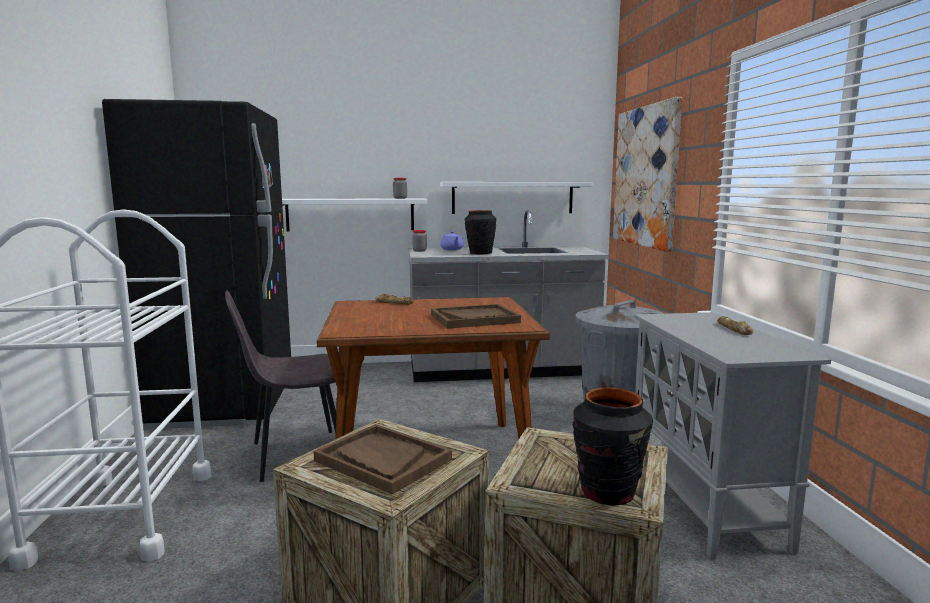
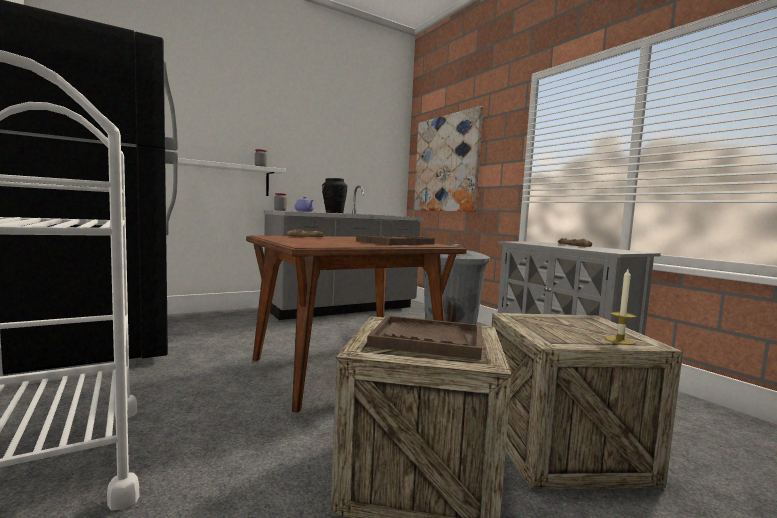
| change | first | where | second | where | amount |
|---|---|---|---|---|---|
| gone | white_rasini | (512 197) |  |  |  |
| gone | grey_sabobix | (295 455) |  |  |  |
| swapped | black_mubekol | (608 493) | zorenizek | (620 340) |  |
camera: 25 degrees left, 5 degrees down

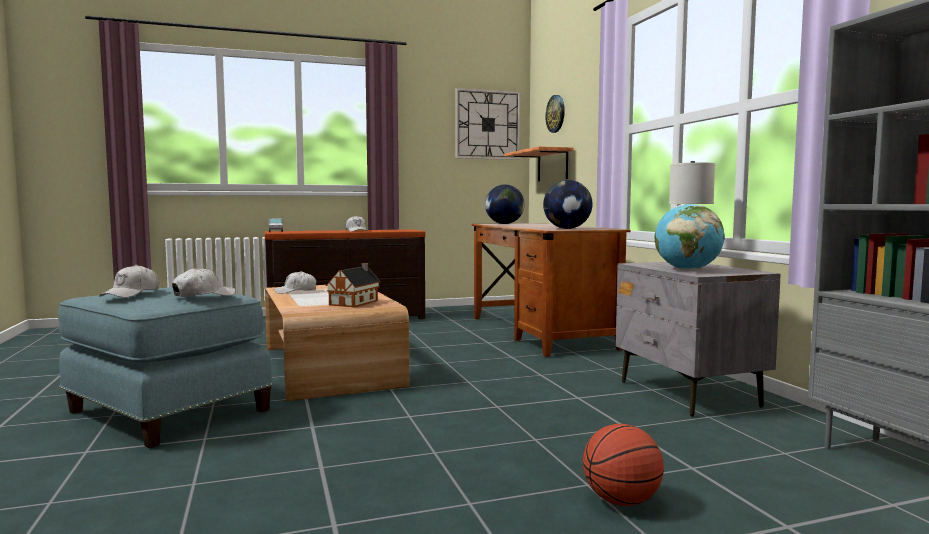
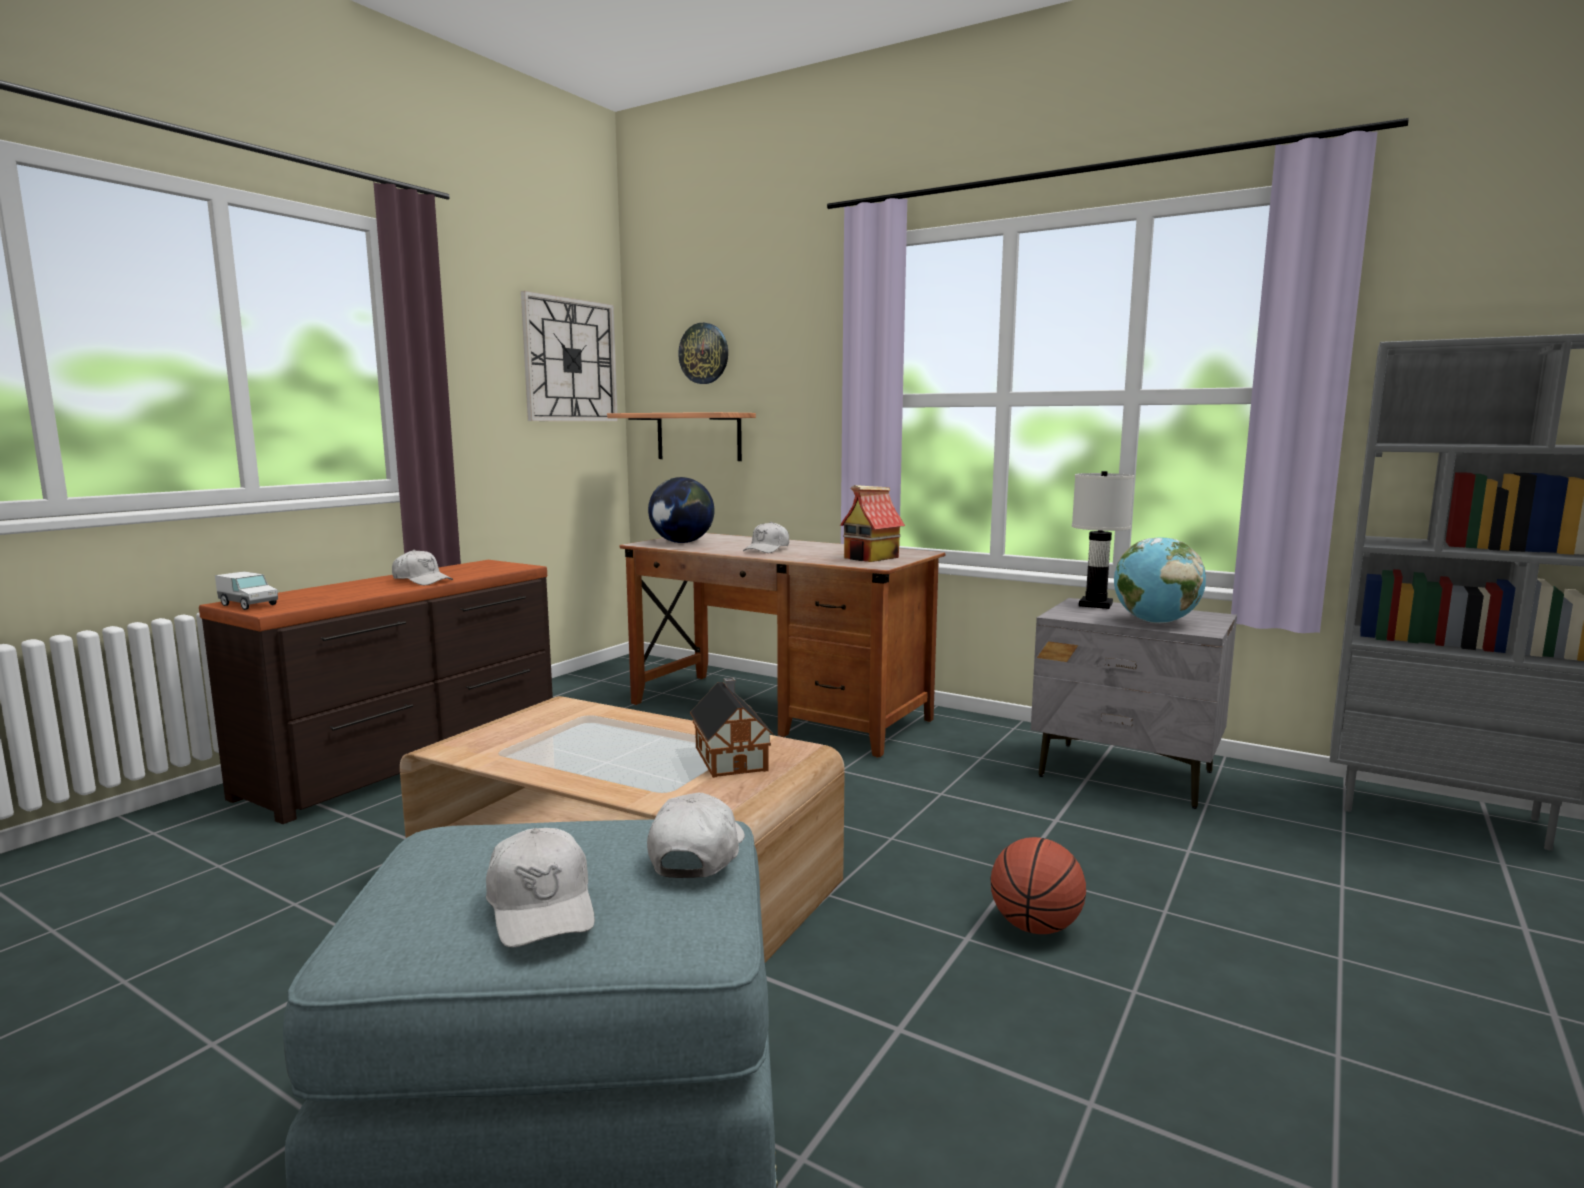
| change | first | where | second | where | amount |
|---|---|---|---|---|---|
| swapped | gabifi | (567 228) | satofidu | (871 558) |  |
| shifted | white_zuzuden | (296 291) |  | (767 549) |  |
| shifted | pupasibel | (621 501) |  | (1035 927) |  |
camera: 40 degrees left, 5 degrees up

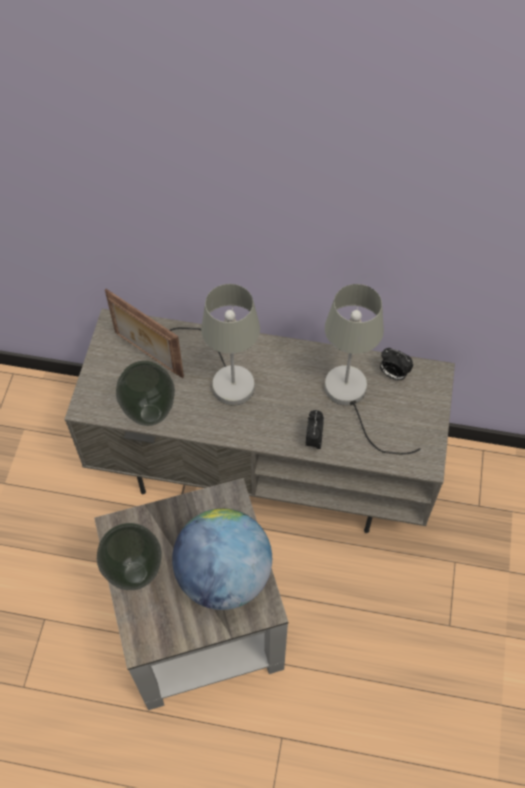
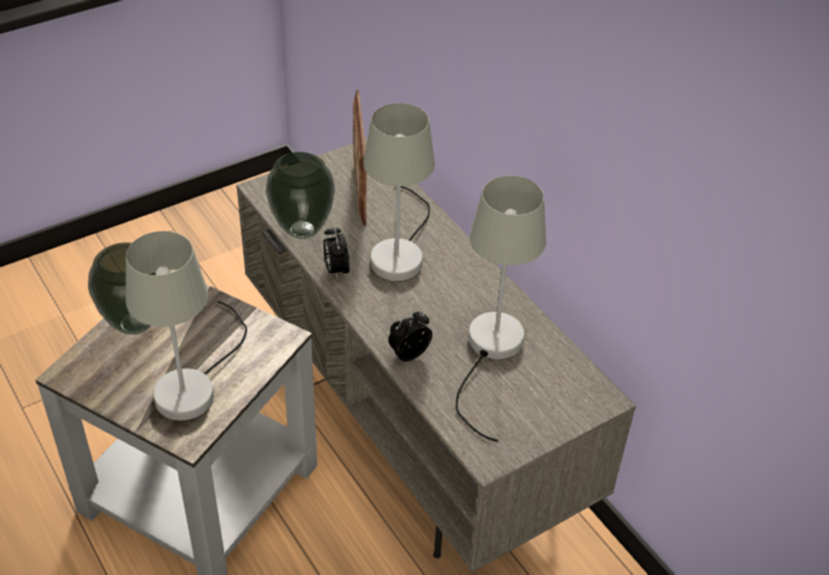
| change | first | where | second | where | amount |
|---|---|---|---|---|---|
| shifted | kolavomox | (393 374) |  | (336 270) |  |
| swapped | gabifi | (224 575) | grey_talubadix | (194 384) |  |
camera: 45 degrees right, 15 degrees down

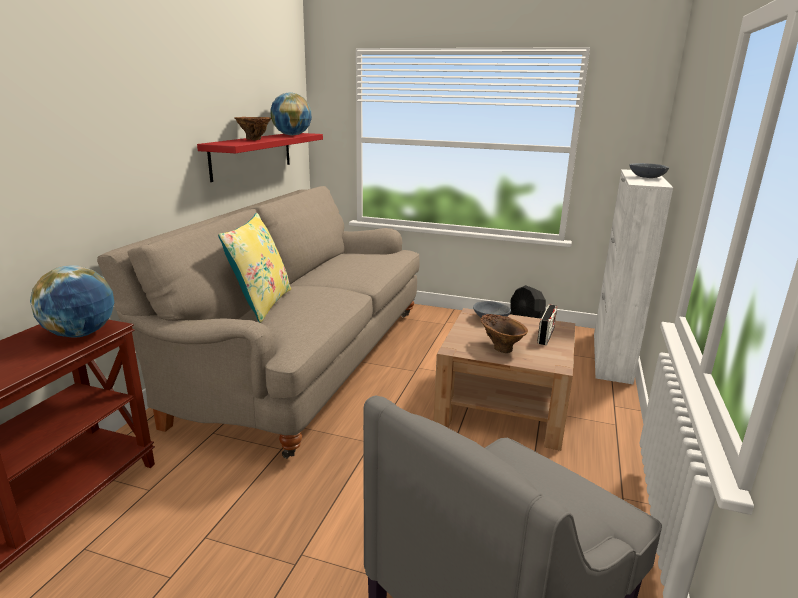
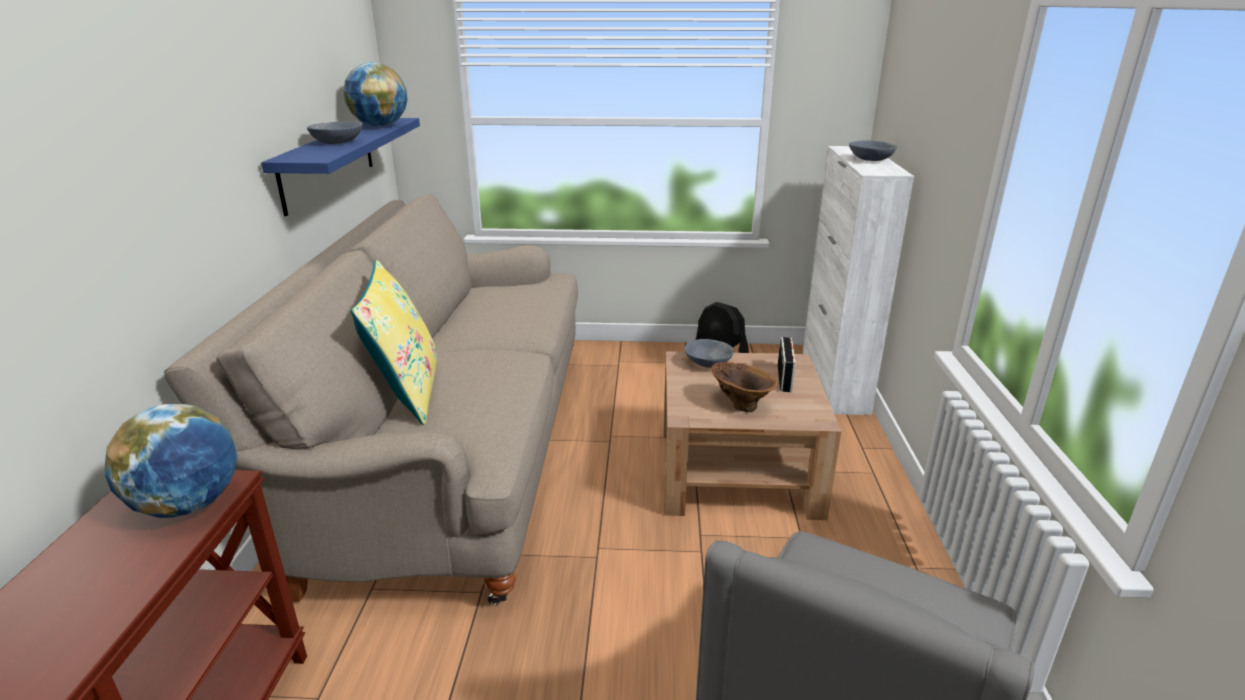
| change | first | where | second | where | amount |
|---|---|---|---|---|---|
| swapped | brown_mubekol | (254 139) | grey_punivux | (337 143) |  |
| repainted | red_rasini | (252 155) | blue_rasini | (328 162) |  |
camera: 15 degrees left, 5 degrees up

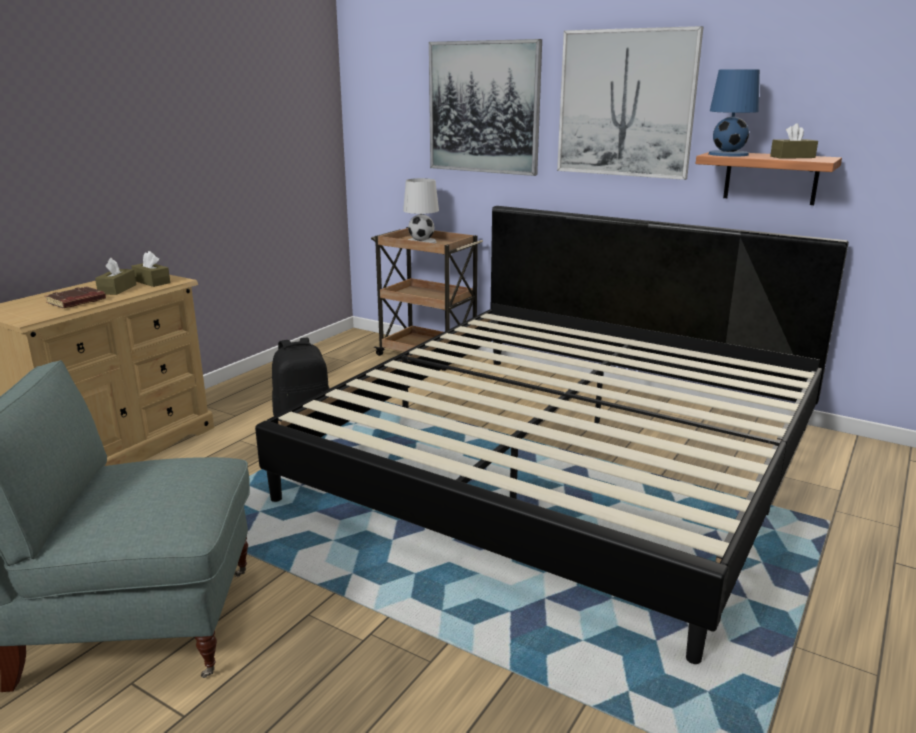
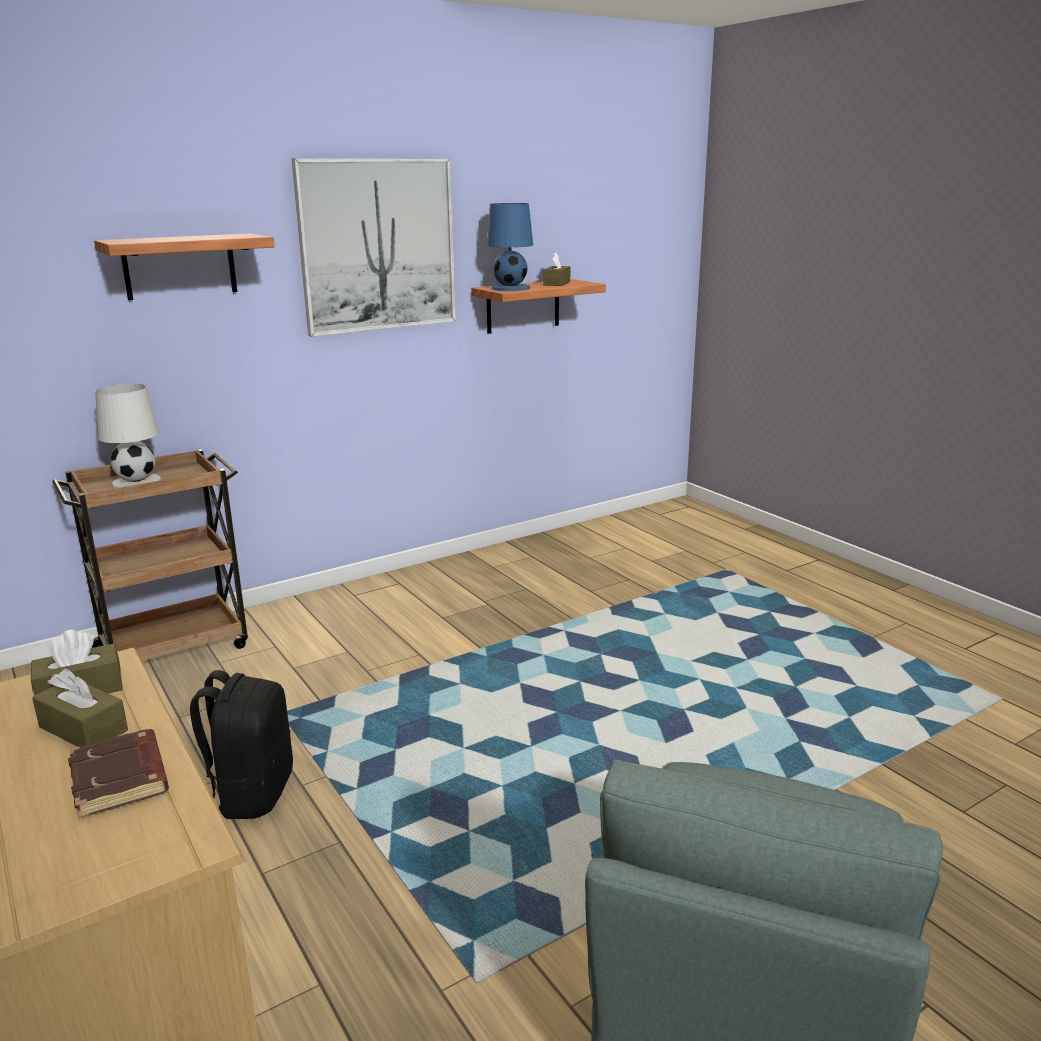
| change | first | where | second | where | amount |
|---|---|---|---|---|---|
| swapped | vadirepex | (484 107) | rasini | (179 266) |  |
| gone | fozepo | (563 461) |  |  |  |
camera: 65 degrees left, 0 degrees up

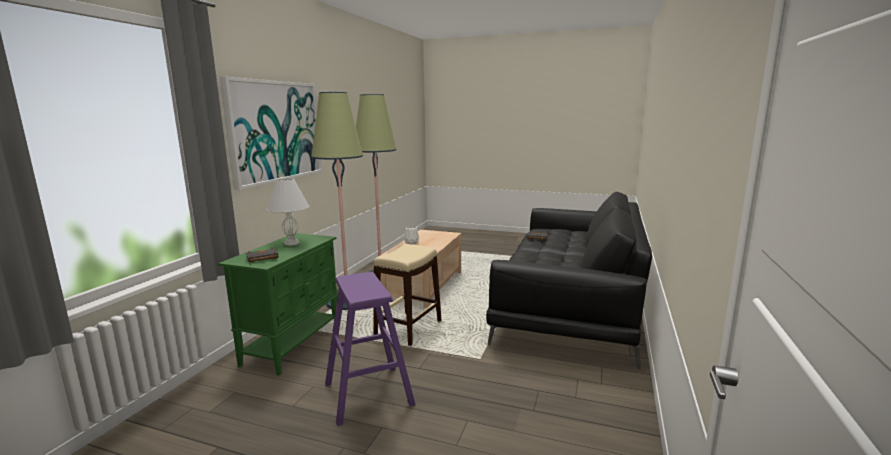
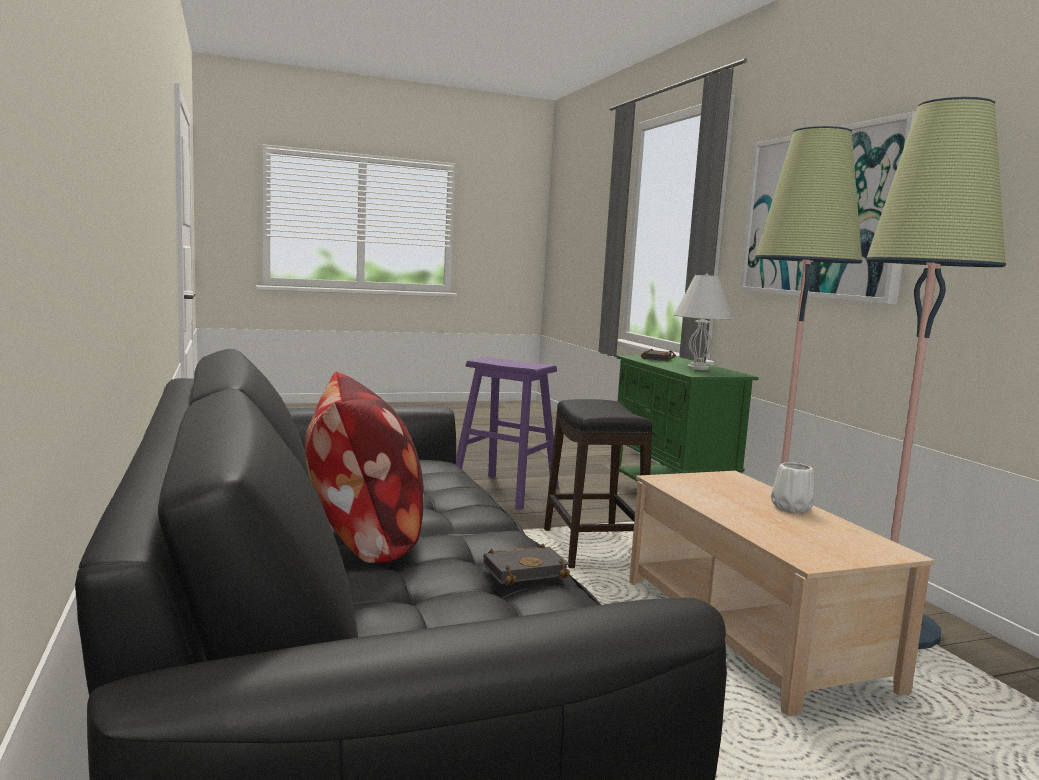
| change | first | where | second | where | amount |
|---|---|---|---|---|---|
| repainted | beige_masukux | (408 328) | black_masukux | (593 547) |  |
| new |  |  | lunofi | (363 537) |  |
camera: 140 degrees right, 5 degrees down

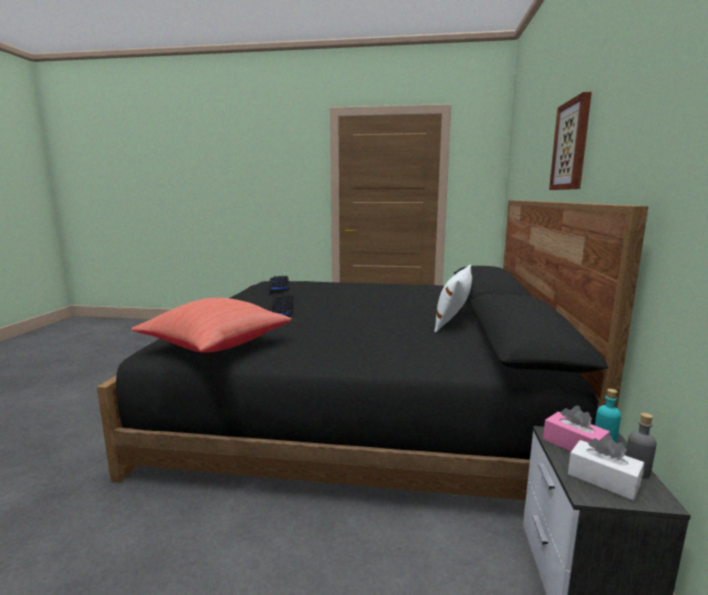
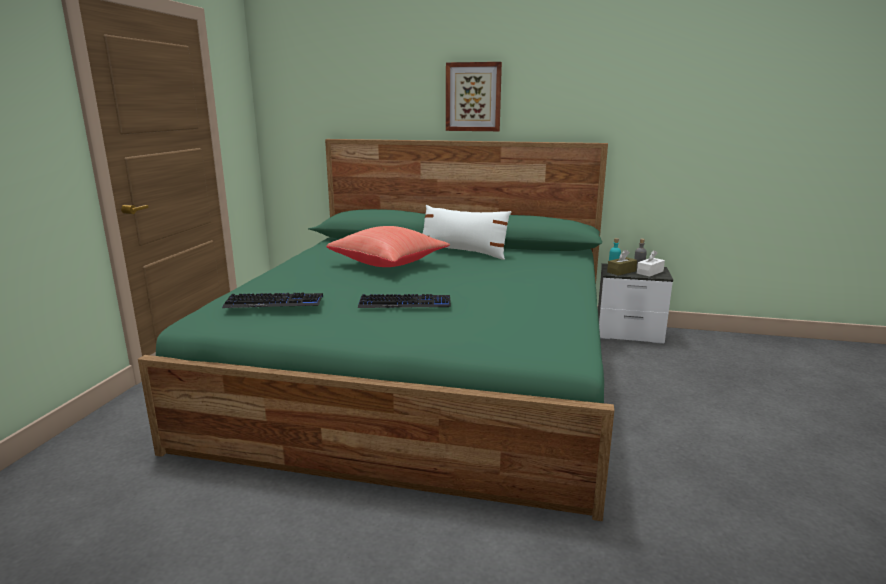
| change | first | where | second | where | amount |
|---|---|---|---|---|---|
| repainted | black_fozepo | (363 400) | green_fozepo | (424 373) |  |
| shifted | red_lunofi | (218 346) |  | (389 264) |  |
| repainted | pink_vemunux | (574 445) | brown_vemunux | (621 271) |  |
camera: 85 degrees left, 5 degrees up

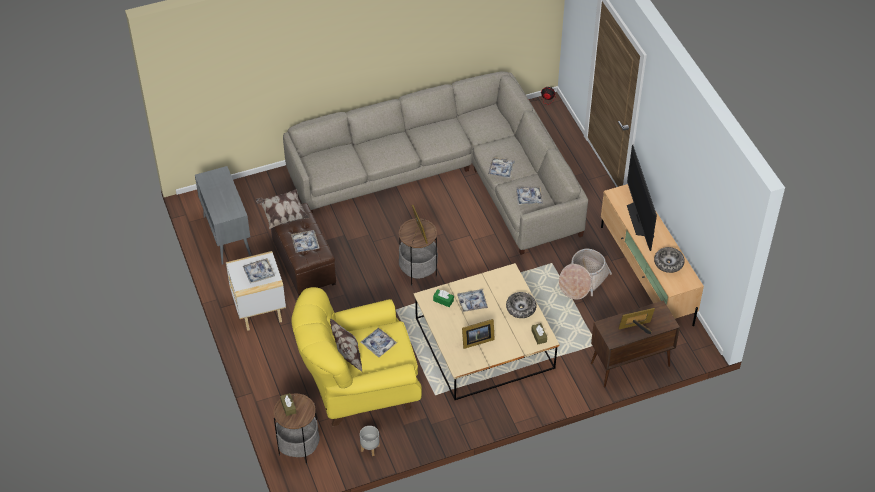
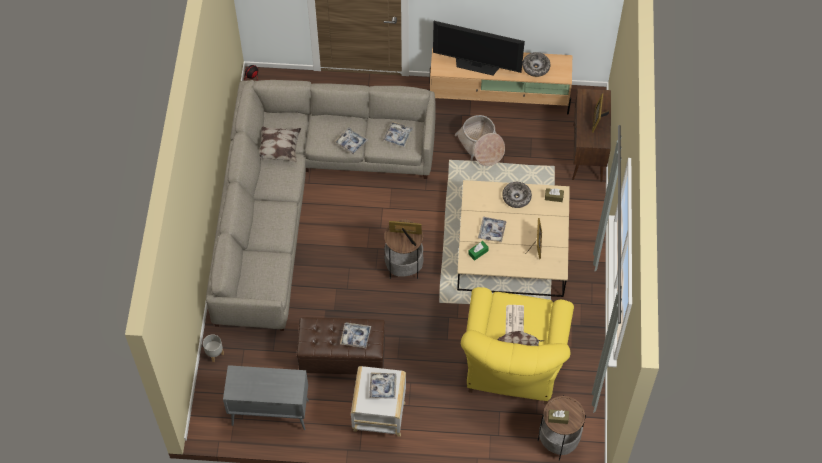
| change | first | where | second | where | amount |
|---|---|---|---|---|---|
| shifted | lunofi | (283 215) |  | (278 150) |  |
| swapped | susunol | (378 344) | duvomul | (514 320) |  |
| shifted | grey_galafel | (370 448) |  | (214 353) |  |
camera: 65 degrees left, 10 degrees up

